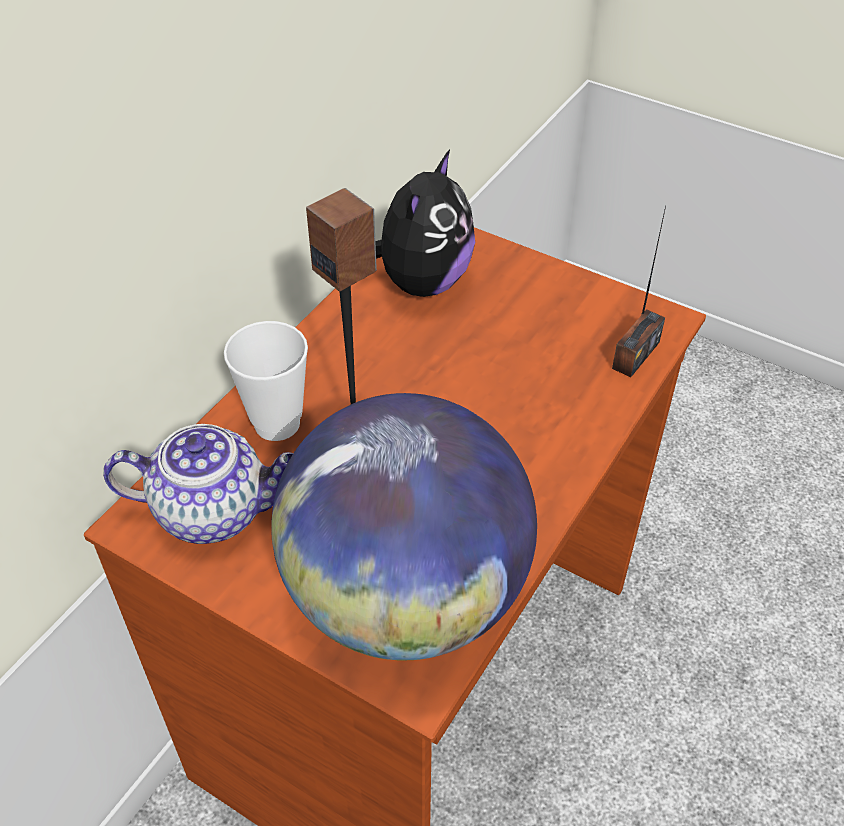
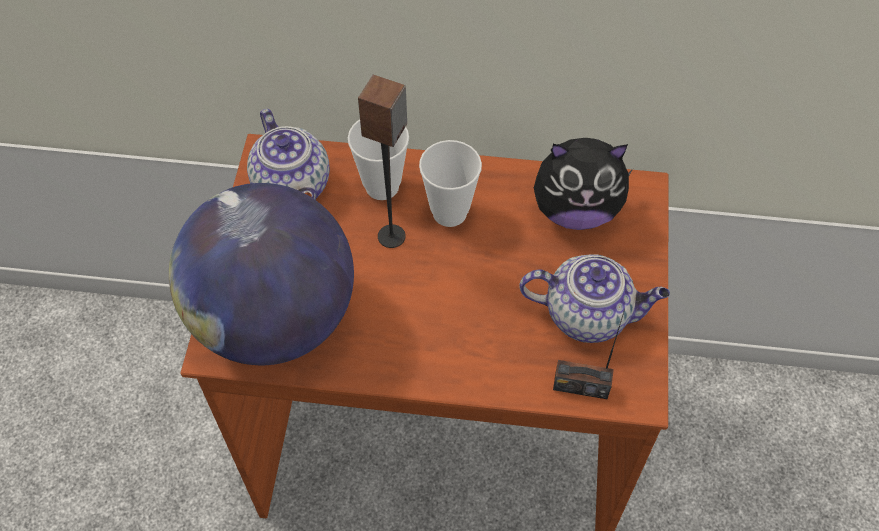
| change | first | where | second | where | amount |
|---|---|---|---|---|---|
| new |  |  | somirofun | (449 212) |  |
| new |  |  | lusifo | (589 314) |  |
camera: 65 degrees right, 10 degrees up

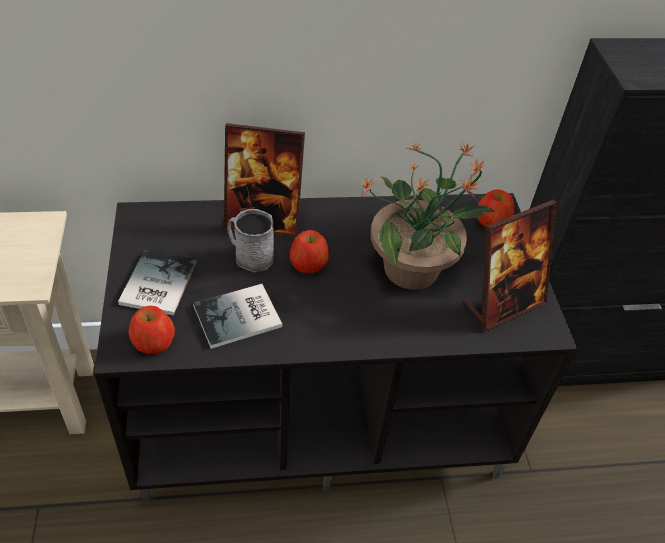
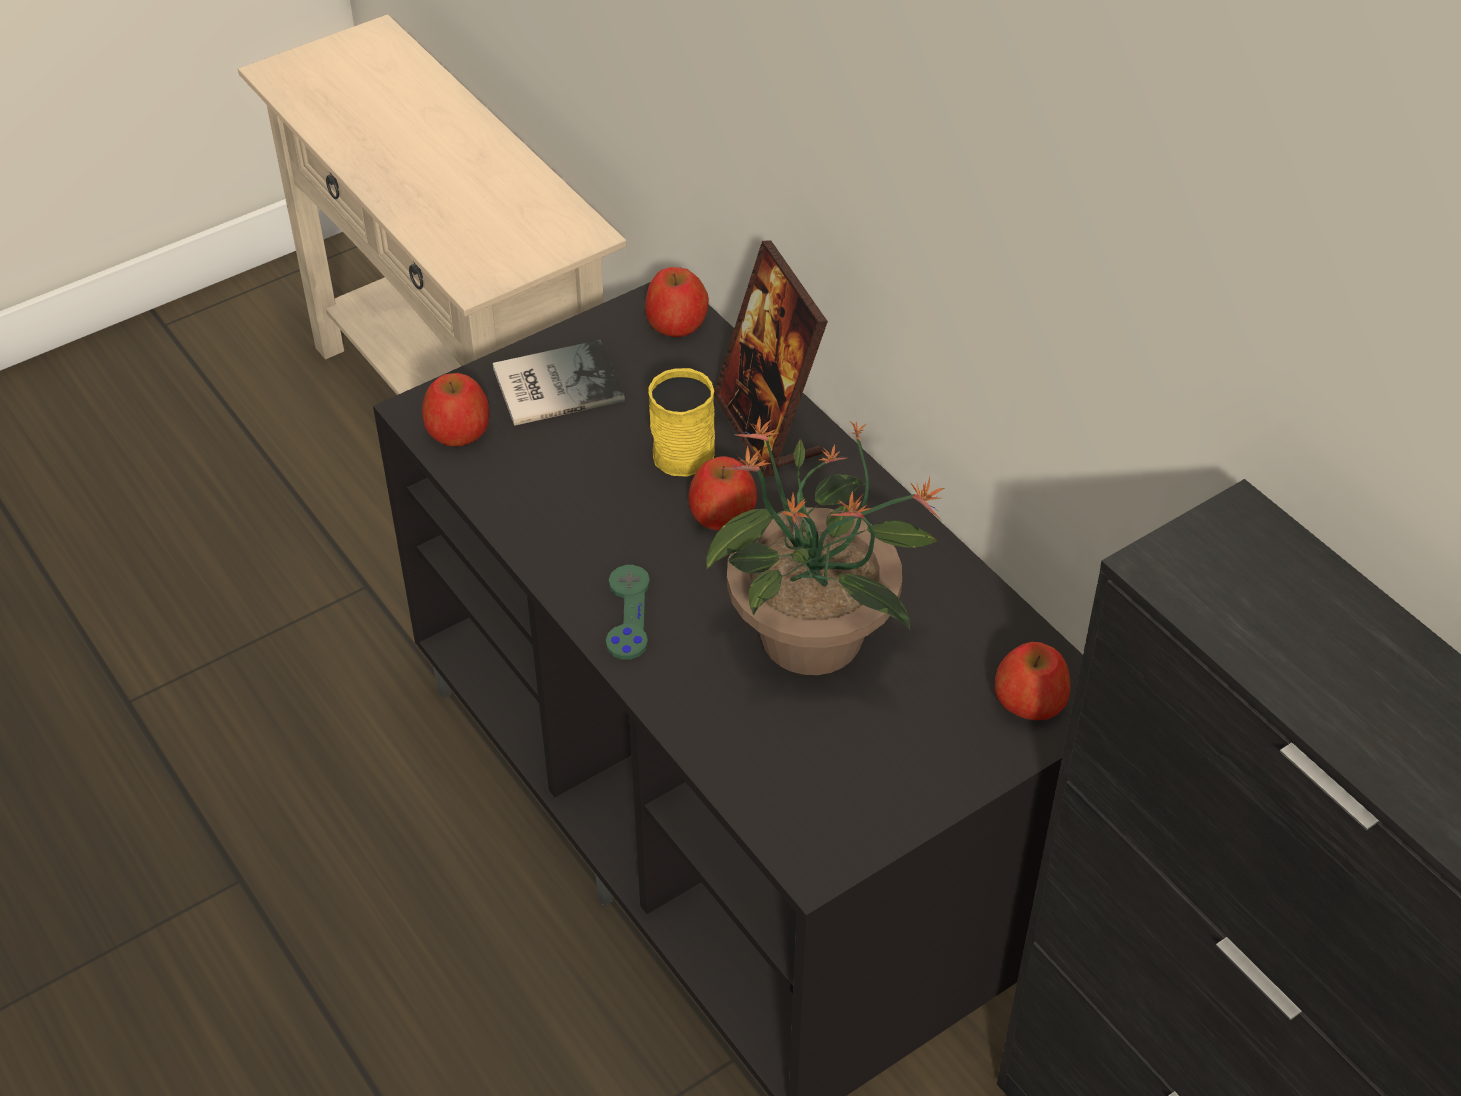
| change | first | where | second | where | amount |
|---|---|---|---|---|---|
| gone | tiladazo | (503 304) |  |  |  |
| repainted | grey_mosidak | (249 256) | yellow_mosidak | (683 446) |  |
| gone | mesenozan | (240 317) |  |  |  |
| new |  |  | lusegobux | (676 322) |  |
| new |  |  | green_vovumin | (628 614) |  |
camera: 65 degrees right, 0 degrees up

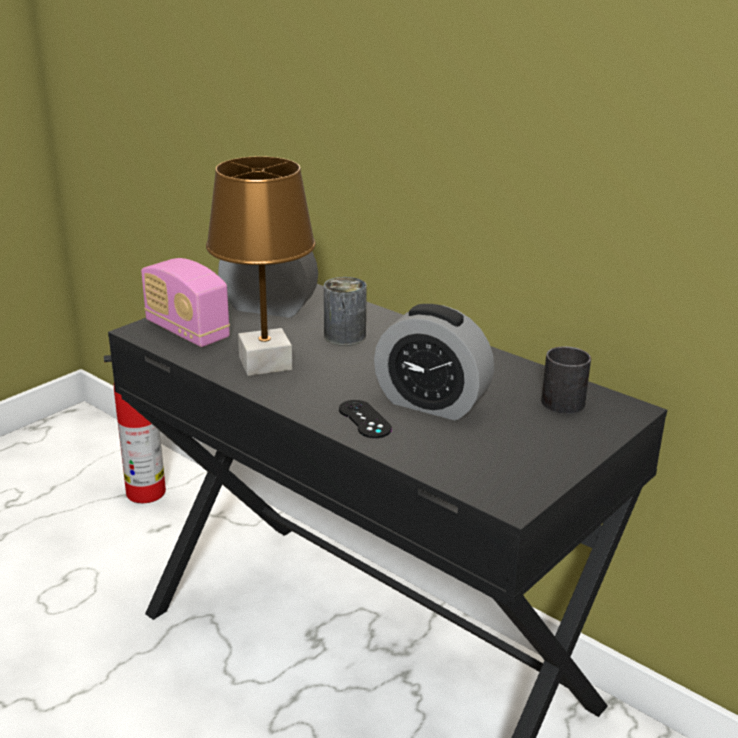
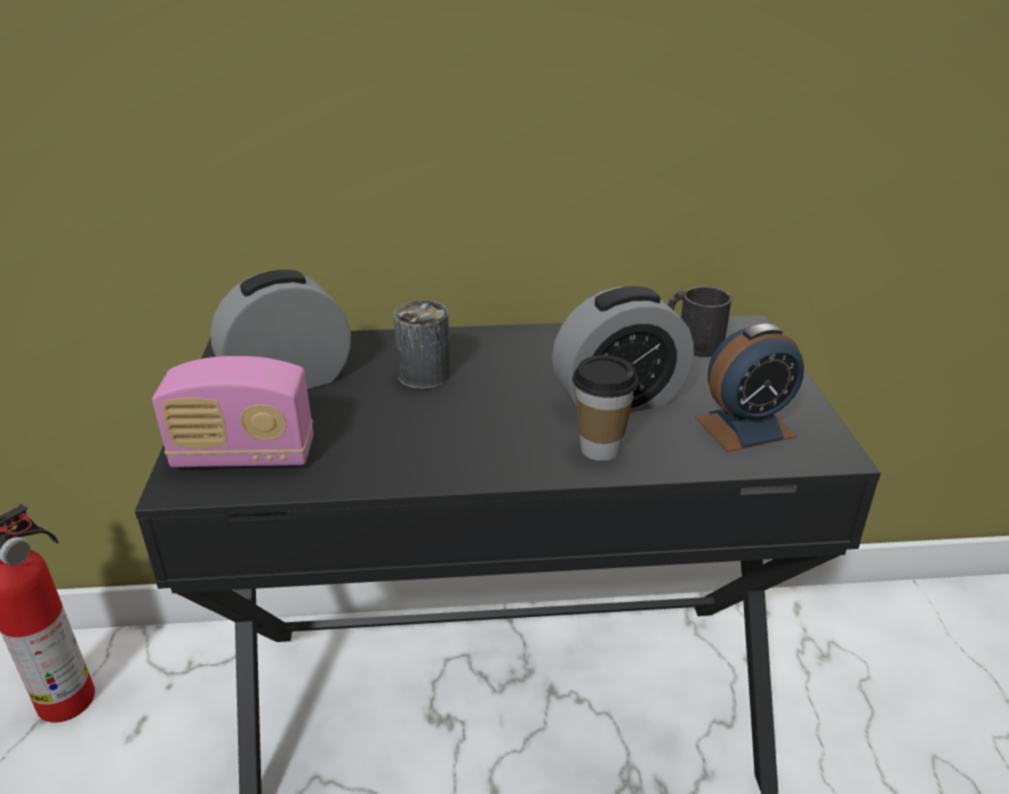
| change | first | where | second | where | amount |
|---|---|---|---|---|---|
| gone | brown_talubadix | (265 364) |  |  |  |
| swapped | black_vovumin | (364 419) | somirofun | (600 449) |  |
| new |  |  | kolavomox | (745 427) |  |
camera: 45 degrees left, 5 degrees up

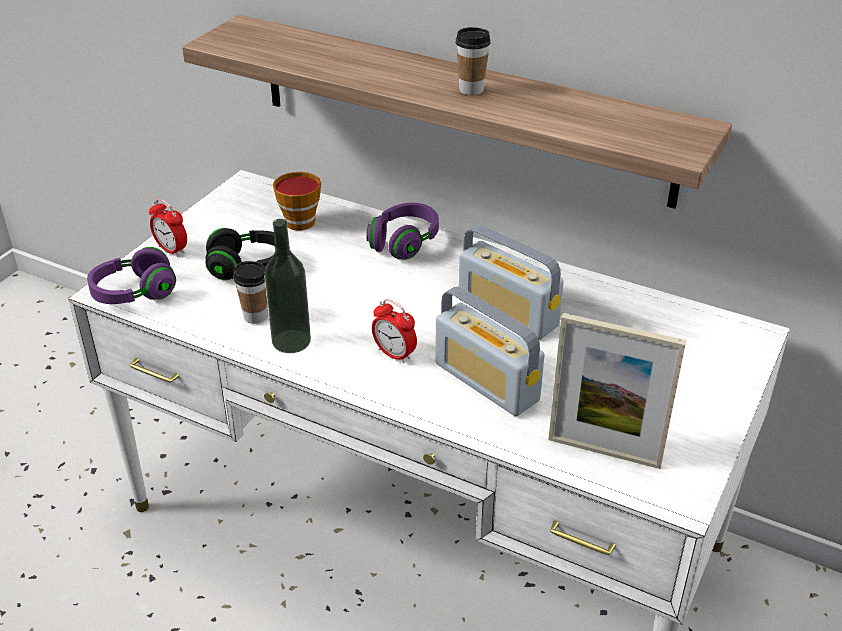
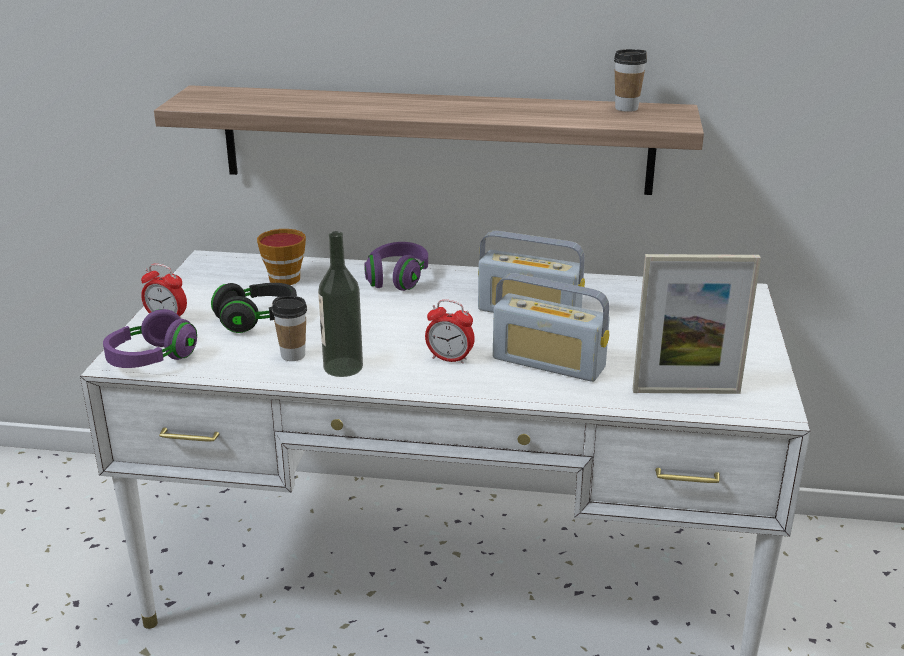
| change | first | where | second | where | amount |
|---|---|---|---|---|---|
| shifted | somirofun | (471 90) |  | (626 108) |  |
camera: 20 degrees left, 10 degrees down

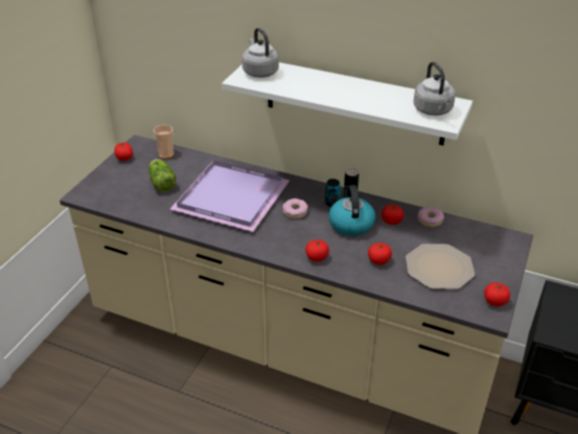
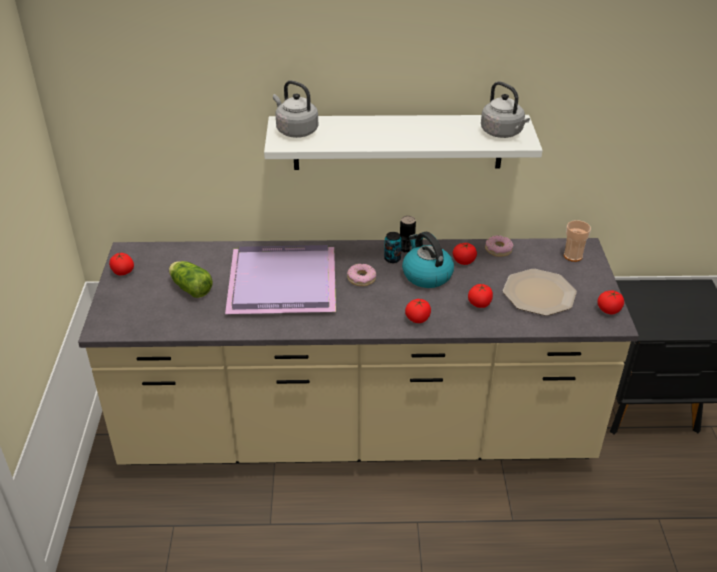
| change | first | where | second | where | amount |
|---|---|---|---|---|---|
| shifted | somirofun | (166 154) |  | (573 256) |  |
camera: 25 degrees left, 0 degrees up

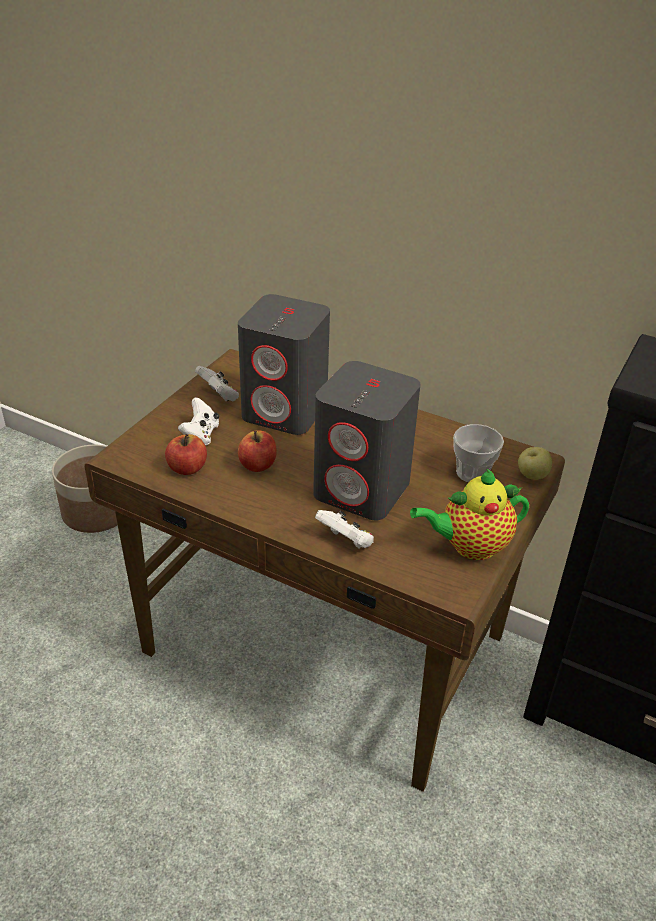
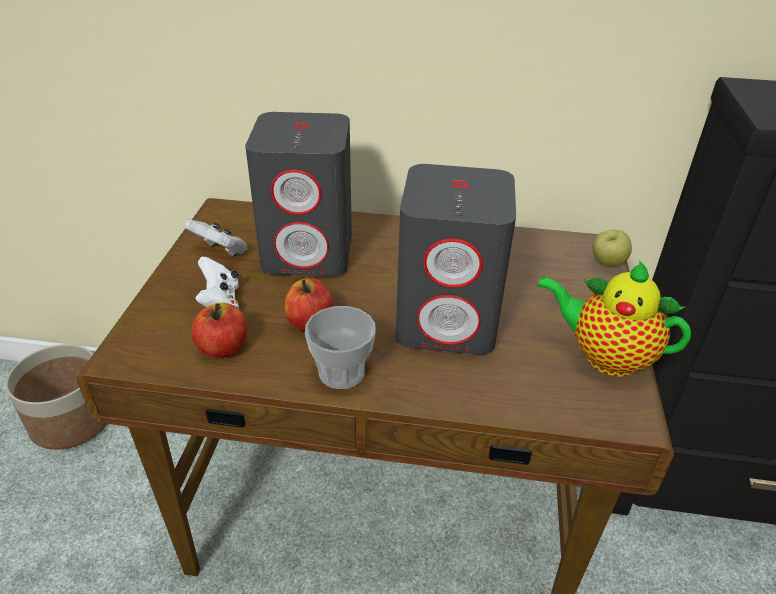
| change | first | where | second | where | amount |
|---|---|---|---|---|---|
| shifted | somirofun | (472 473) |  | (341 372) |  |
| rotated | lusifo | (469 546) |  | (604 356) | 60 degrees clockwise |
| gone | white_vovumin | (346 541) |  |  |  |
camera: 20 degrees left, 0 degrees up

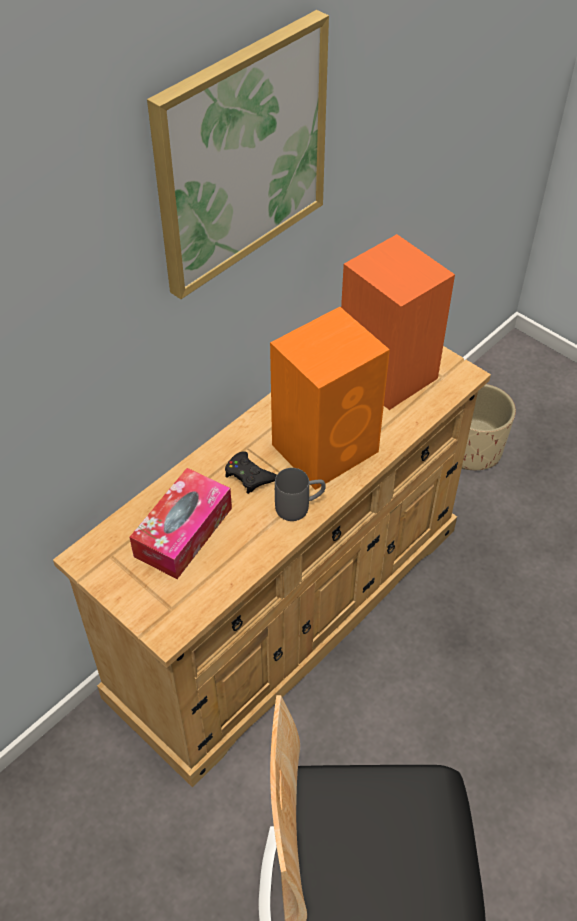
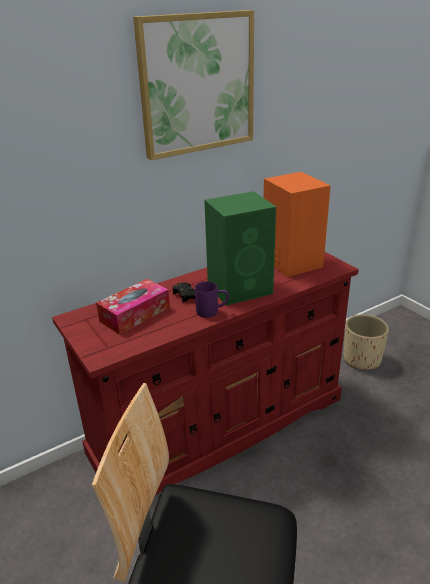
| change | first | where | second | where | amount |
|---|---|---|---|---|---|
| repainted | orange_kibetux | (327 447) | green_kibetux | (241 288) |  |
| repainted | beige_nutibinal | (289 607) | red_nutibinal | (220 424) |  |
| repainted | grey_mosidak | (300 507) | purple_mosidak | (212 311) |  |
camera: 15 degrees right, 20 degrees down

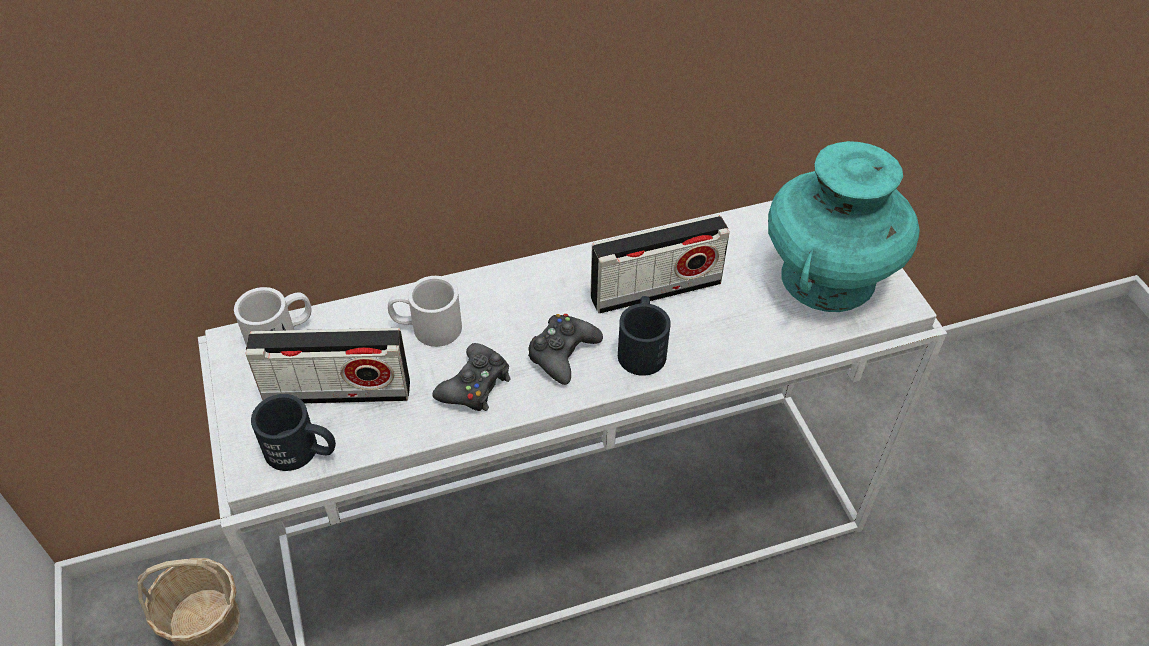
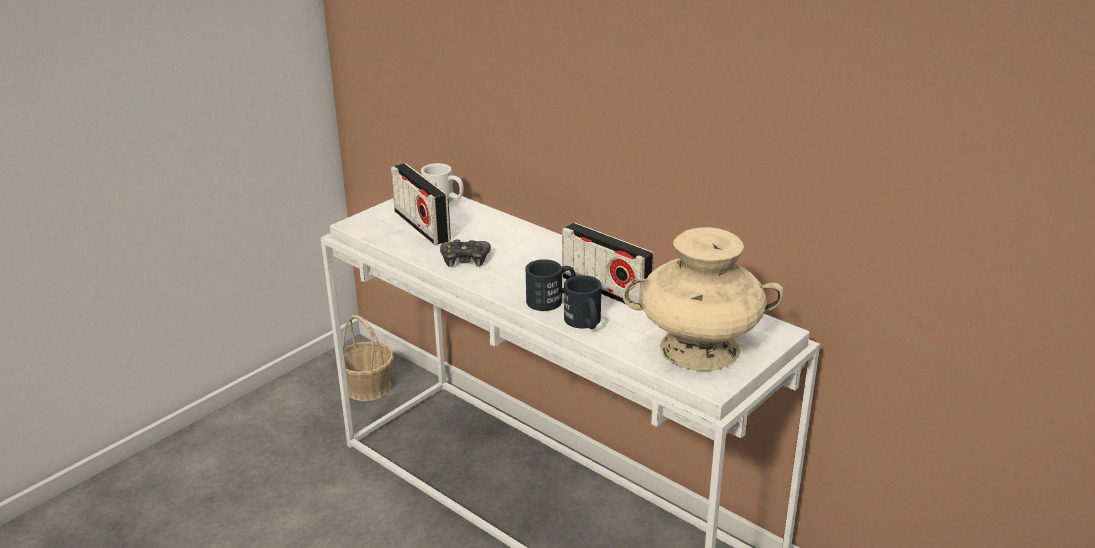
| change | first | where | second | where | amount |
|---|---|---|---|---|---|
| repainted | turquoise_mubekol | (827 278) | beige_mubekol | (698 349) |  |
| gone | white_mosidak | (426 327) |  |  |  |
| gone | black_vovumin | (562 353) |  |  |  |
| shifted | black_mosidak | (302 451) |  | (585 323) |  |
camera: 60 degrees right, 20 degrees down

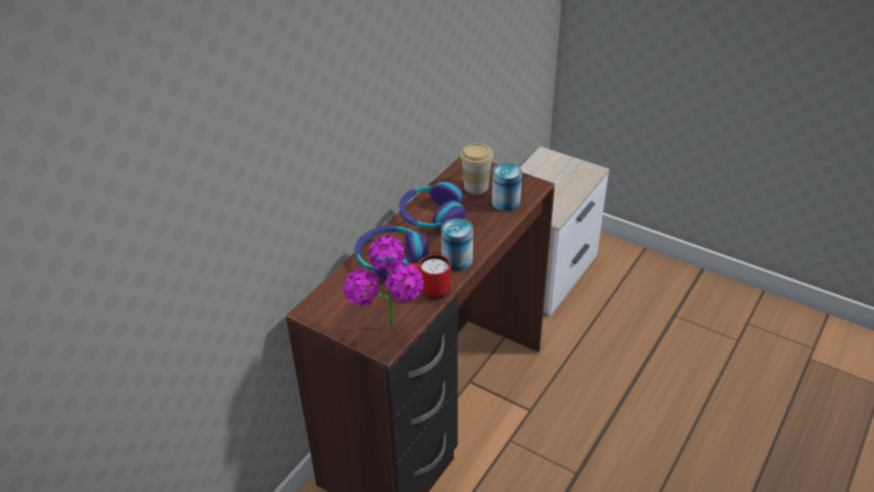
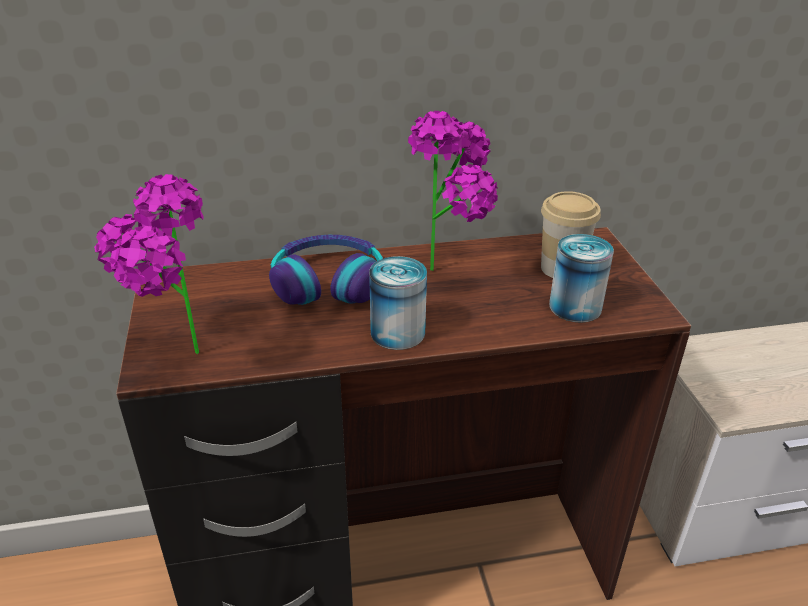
| change | first | where | second | where | amount |
|---|---|---|---|---|---|
| swapped | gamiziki | (432 215) | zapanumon | (452 268) |  |
| gone | red_mosidak | (429 290) |  |  |  |
camera: 45 degrees right, 5 degrees down

